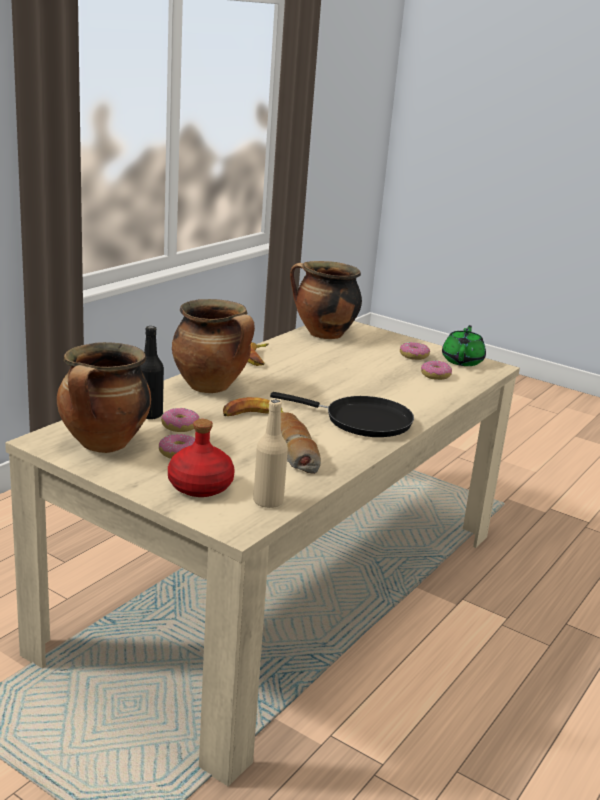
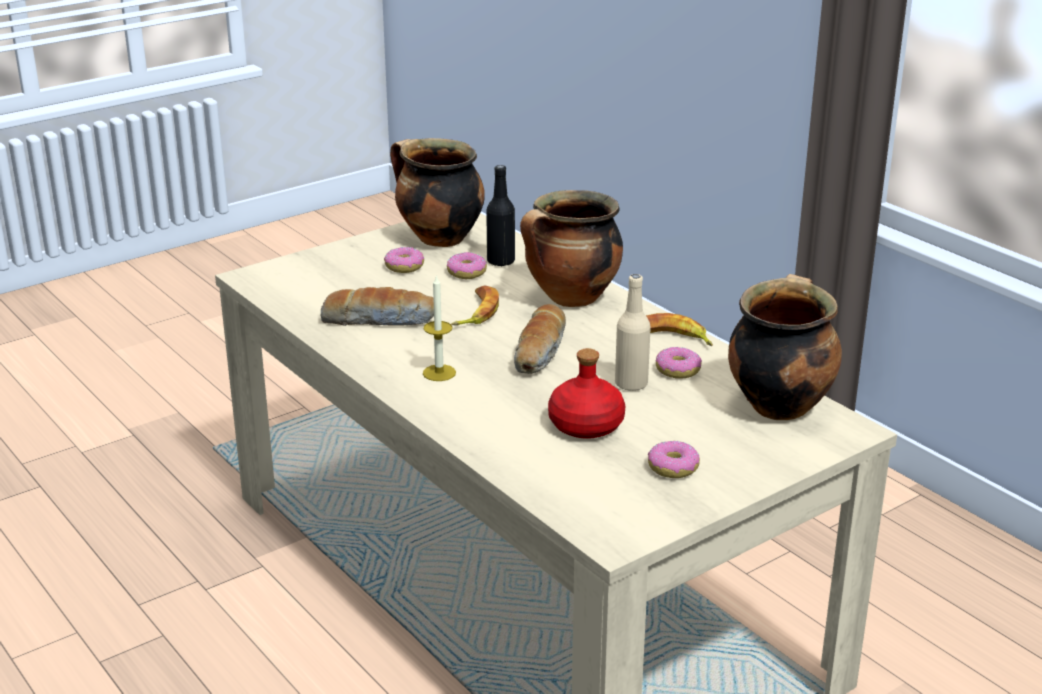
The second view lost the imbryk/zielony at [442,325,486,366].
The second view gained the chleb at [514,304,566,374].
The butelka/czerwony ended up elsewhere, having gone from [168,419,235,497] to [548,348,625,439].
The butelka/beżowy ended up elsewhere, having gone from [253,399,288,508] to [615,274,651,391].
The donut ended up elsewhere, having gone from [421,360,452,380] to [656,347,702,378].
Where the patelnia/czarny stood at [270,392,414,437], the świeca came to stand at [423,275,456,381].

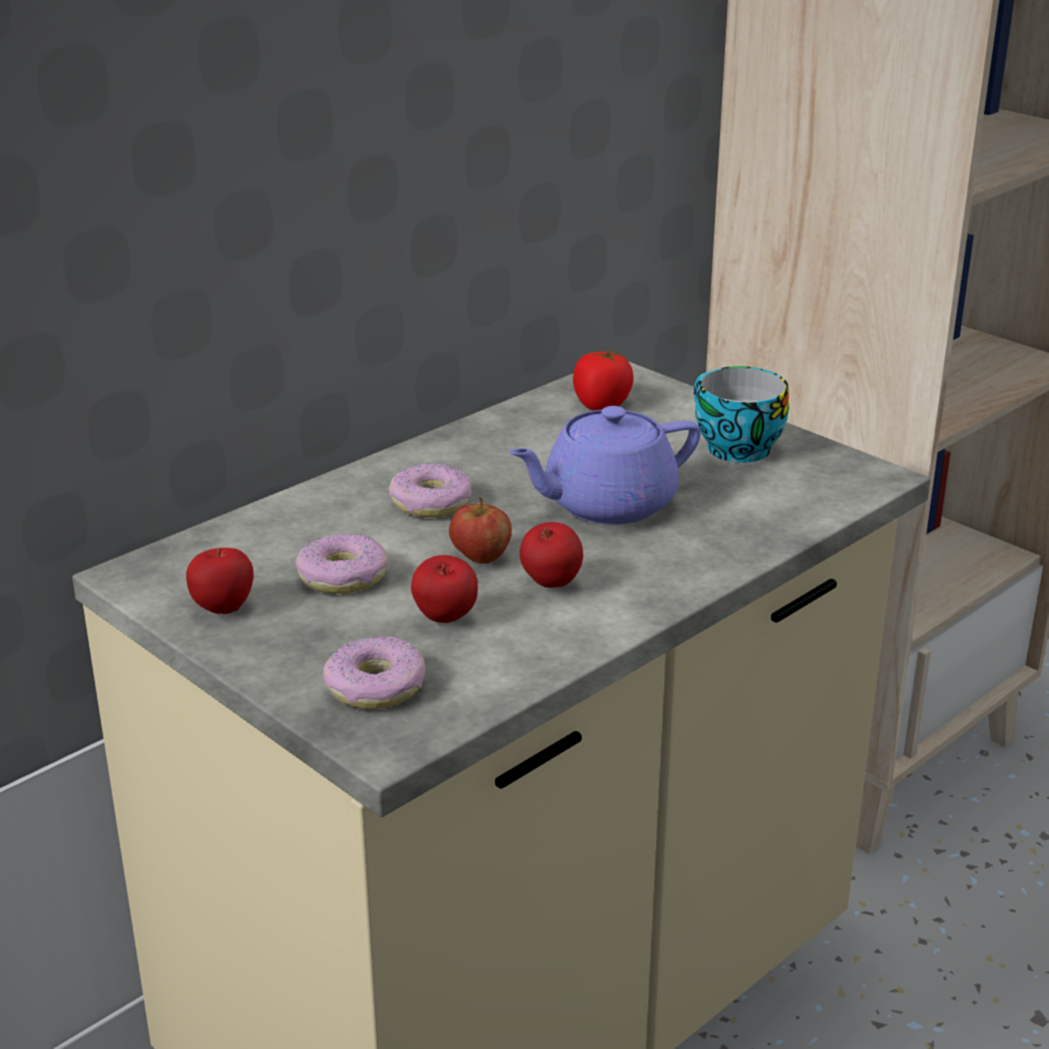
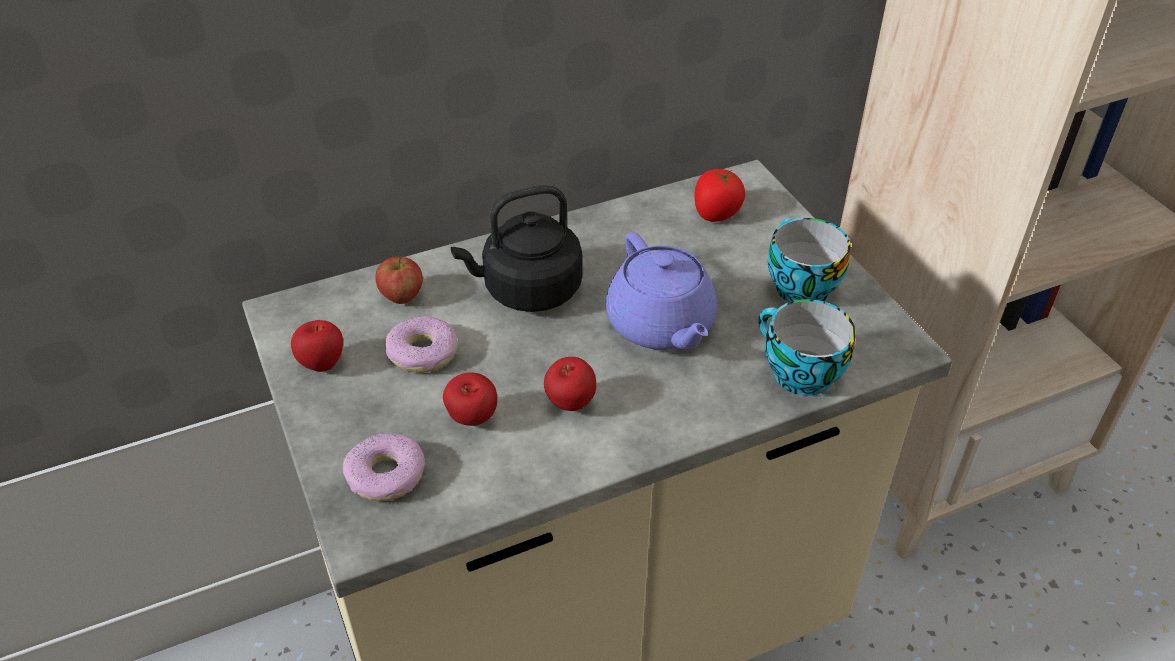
The second view gained the filiżanka at [758,299,856,396].
The jabłko ended up elsewhere, having gone from [449,497,512,564] to [375,255,423,304].
Where the donut stood at [389,463,472,518], the czajnik/czarny came to stand at [451,185,583,312].
The imbryk/fioletowy at [508,406,701,525] ended up facing another way, 105 degrees counterclockwise from before.

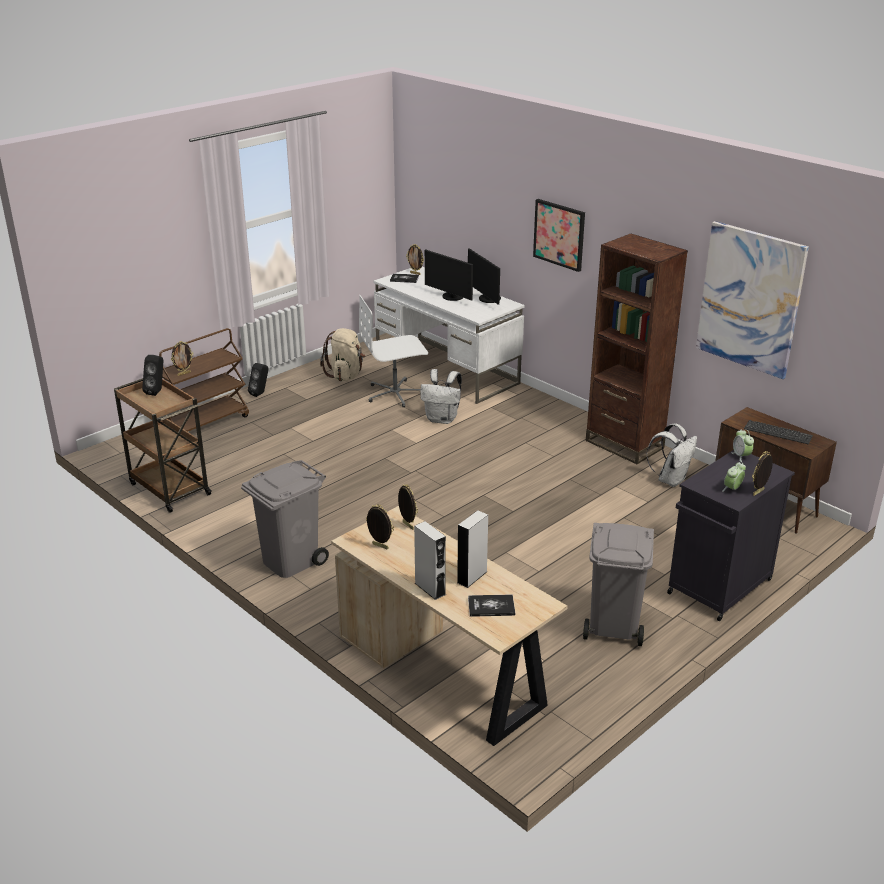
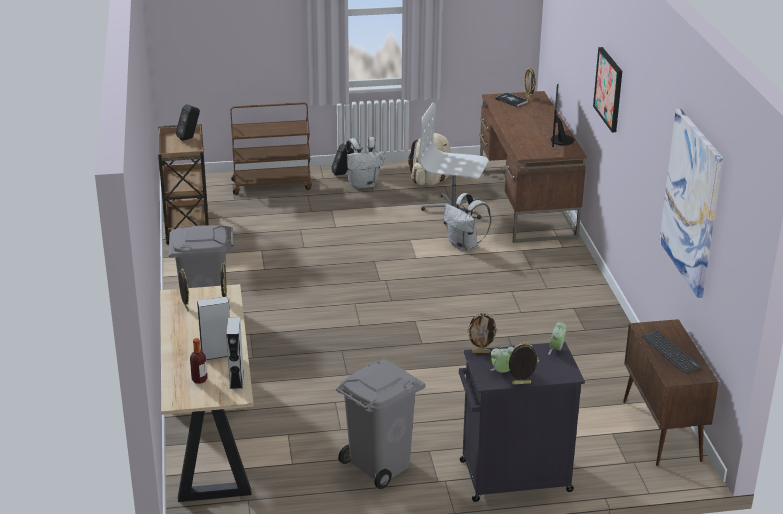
The second view lost the monitor at [425,249,473,301].
The second view lost the regał/brązowy at [586,233,688,464].
The ramka na zdjęcie ended up elsewhere, having gone from [171,341,193,376] to [467,312,498,353].
The głośnik/szary ended up elsewhere, having gone from [414,521,446,600] to [226,317,244,389].
The plecak/biały ended up elsewhere, having gone from [647,423,697,487] to [346,137,385,189].
Where the książka stood at [468,594,515,617], the butelka came to stand at [190,338,207,384].
What was the biurko/biały at [374,267,525,404] turned into the biurko/brązowy at [479,91,587,243].

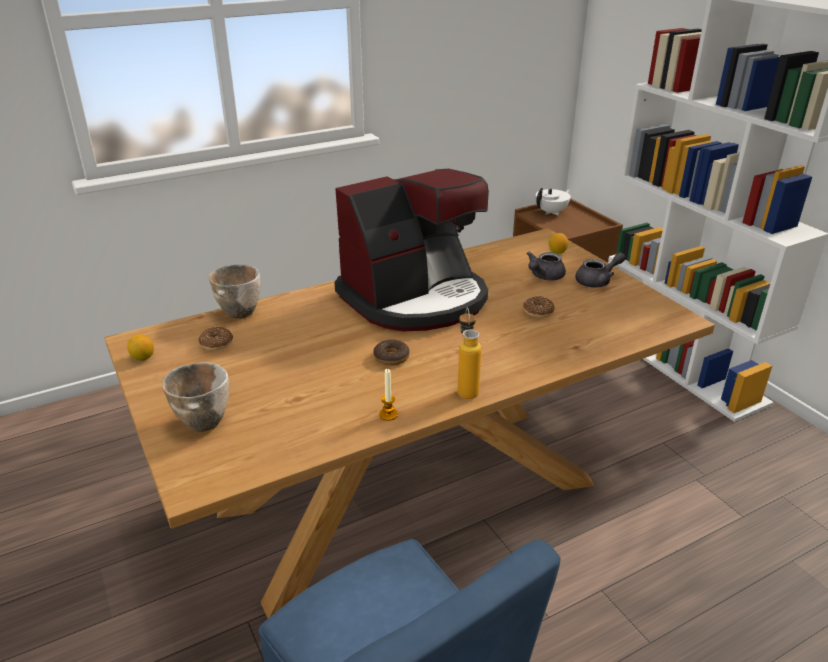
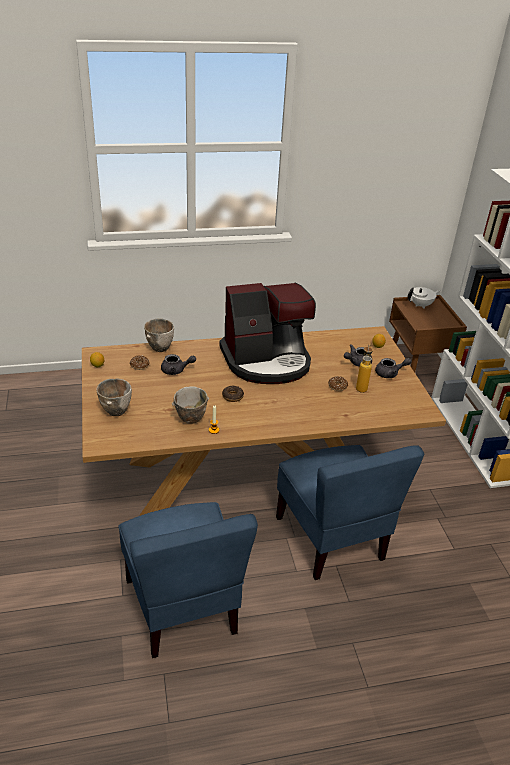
The second view gained the imbryk/szary at [161,354,196,375].
The second view gained the miska at [172,386,209,424].
The second view gained the krzesło/niebieski at [276,445,424,580].
The butelka ended up elsewhere, having gone from [457,308,481,399] to [356,346,373,393].

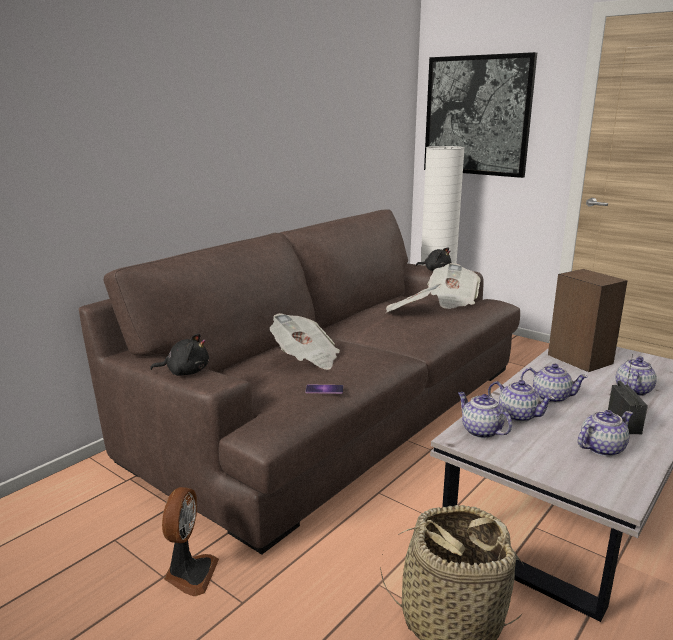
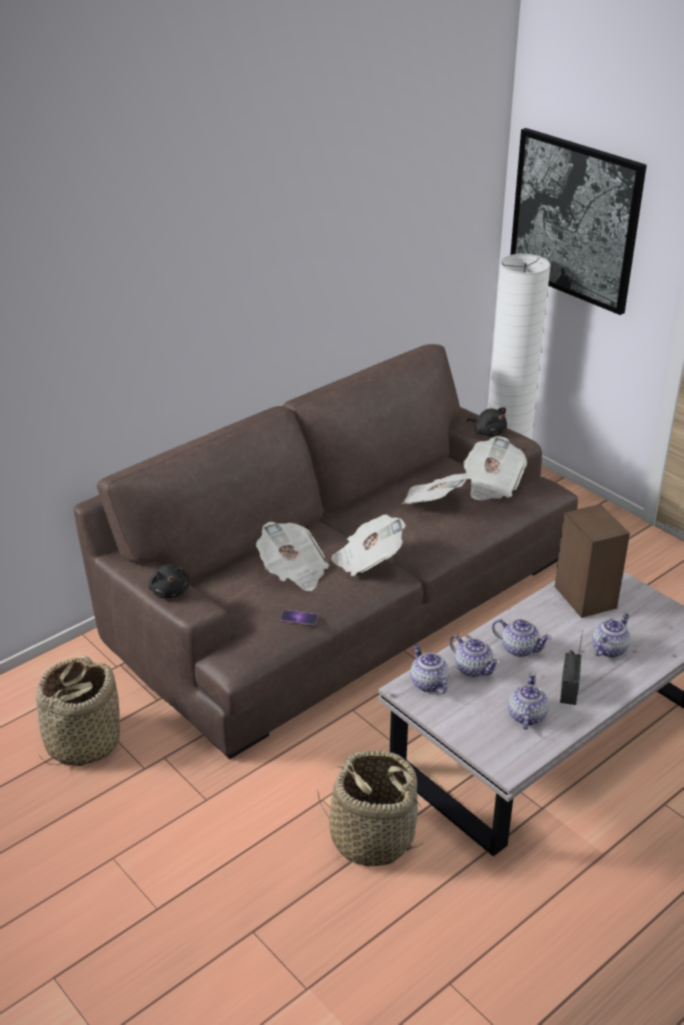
The second view lost the wentylator at [162,487,219,596].
The second view gained the koszyk at [36,656,120,766].
The second view gained the gazeta at [331,515,406,576].
The pluszak/czarny at [150,333,209,376] ended up facing another way, 60 degrees clockwise from before.
The imbryk at [578,410,633,456] ended up facing another way, 60 degrees counterclockwise from before.

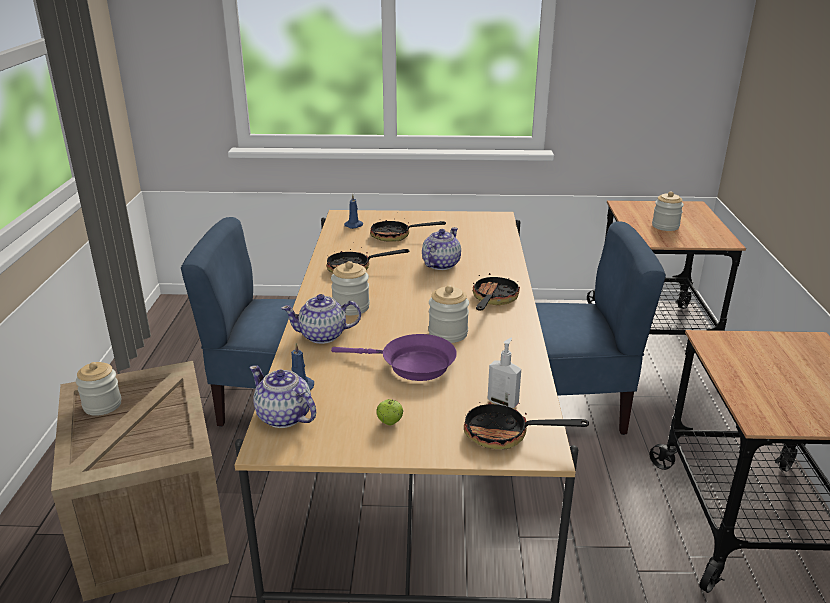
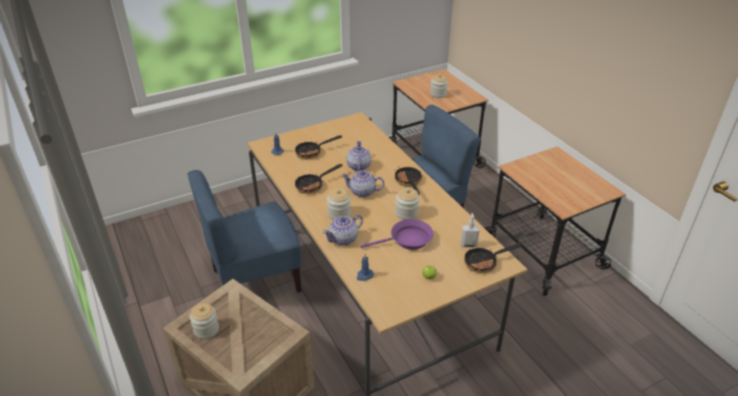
The imbryk ended up elsewhere, having gone from [249,365,316,428] to [341,170,385,197].

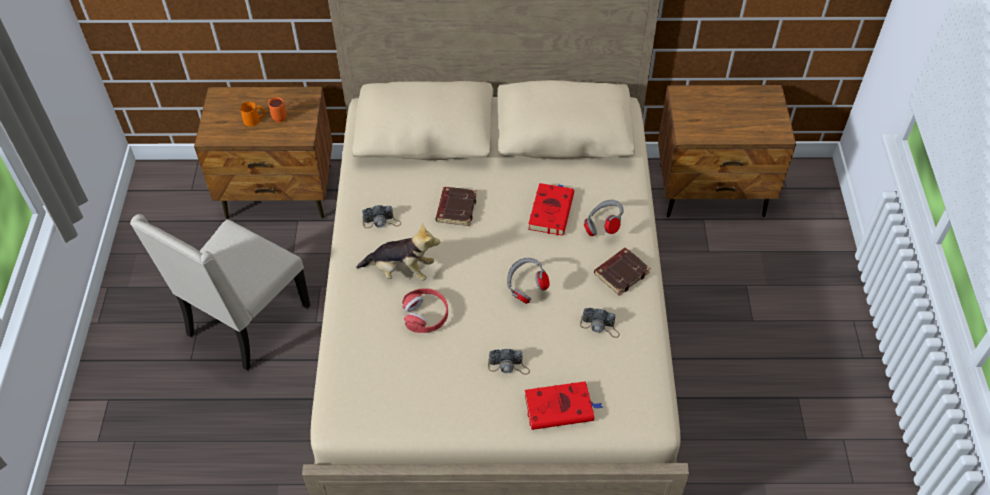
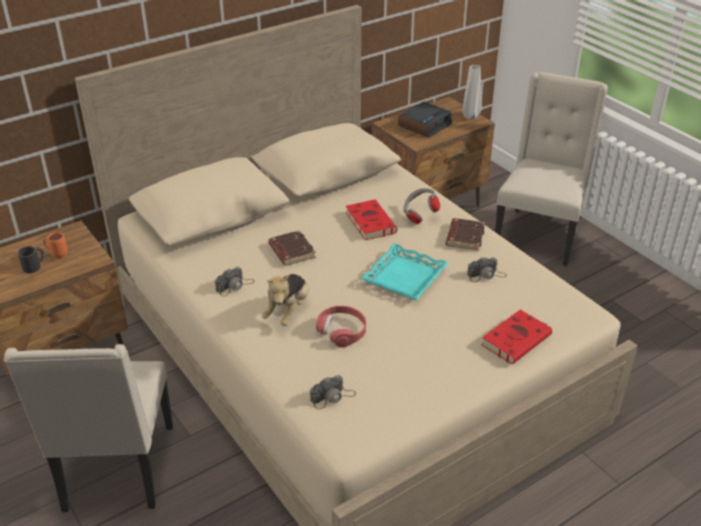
The second view gained the budzik at [398,102,452,138].
The second view gained the wazon/szary at [463,65,482,120].
The second view gained the krzesło/beżowy at [495,72,608,266].
The aparat fotograficzny ended up elsewhere, having gone from [488,349,530,375] to [310,375,356,410].
Where the słuchawki/szary stood at [507,258,549,304], the taca/turkusowy came to stand at [361,243,449,300].
What was the kubek/pomarańczowy at [240,101,265,126] turned into the kubek/czarny at [18,246,44,273].
The pluszak at [356,223,440,281] ended up facing another way, 135 degrees clockwise from before.

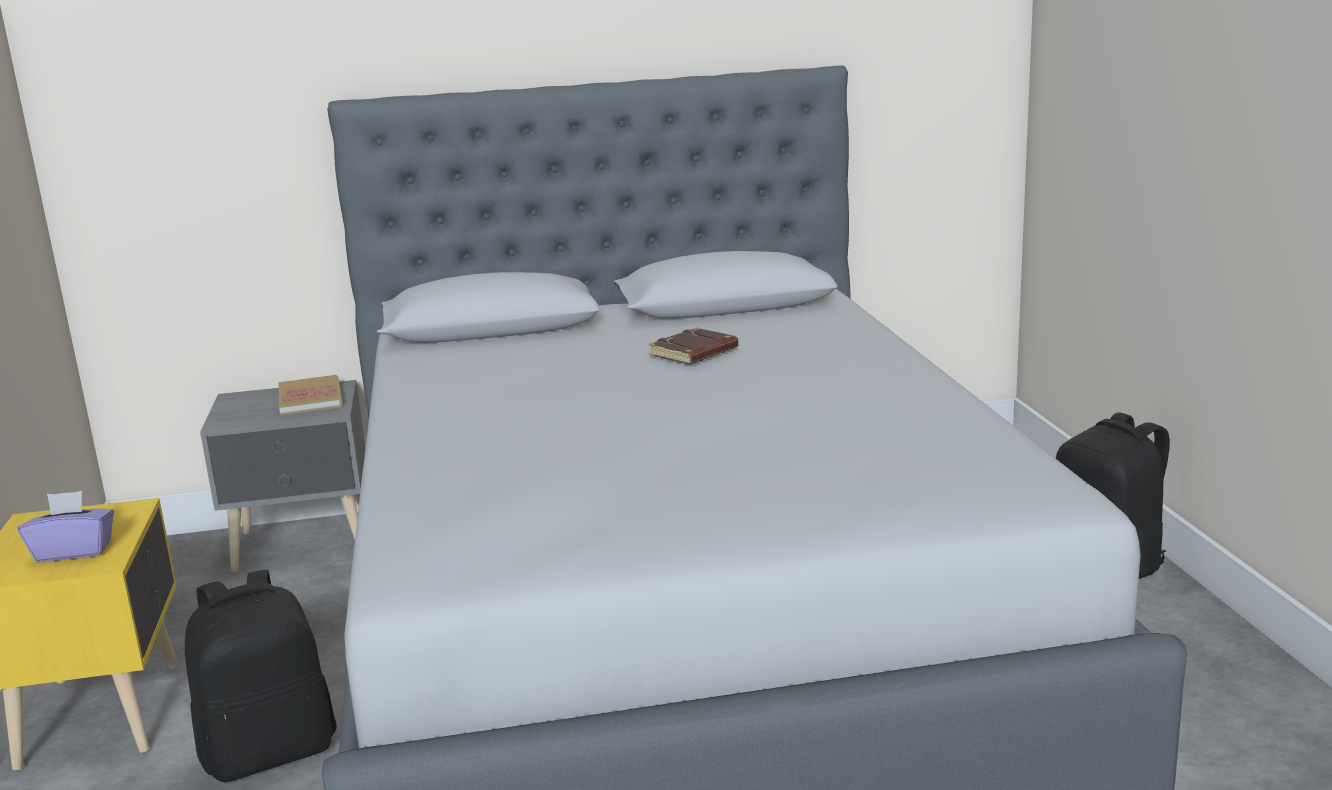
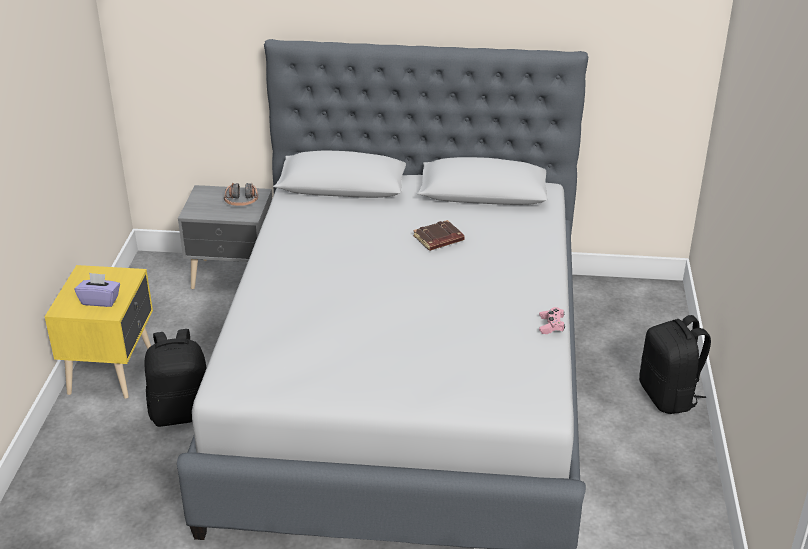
The second view gained the pad do gier/różowy at [539,307,565,334].
Where the książka stood at [279,375,343,416], the słuchawki came to stand at [224,183,258,206].

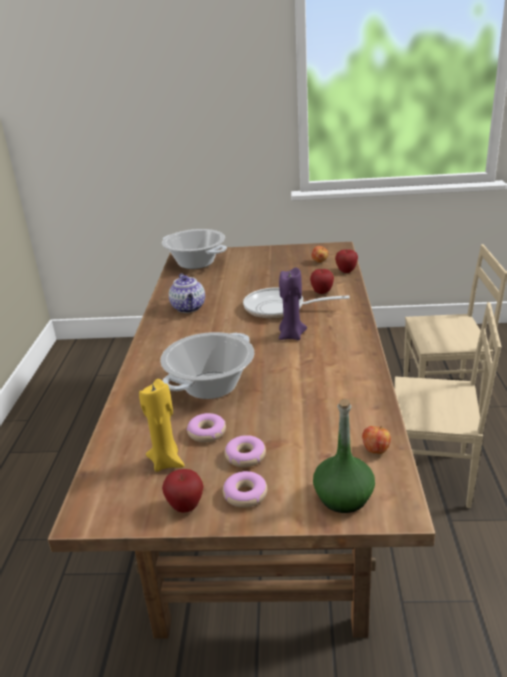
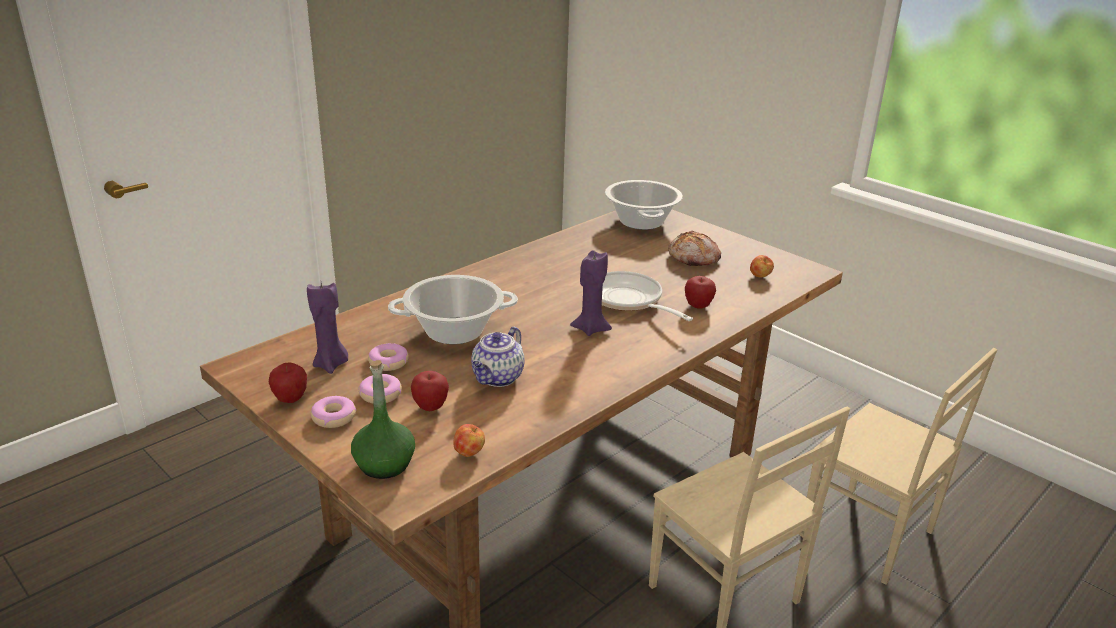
The second view gained the chleb at [668,231,721,266].
The imbryk ended up elsewhere, having gone from [169,273,205,313] to [471,327,525,387].
The jabłko ended up elsewhere, having gone from [335,249,358,273] to [411,371,449,411].
What was the świeca/żółty at [139,379,185,472] turned into the świeca/fioletowy at [307,283,348,374].

